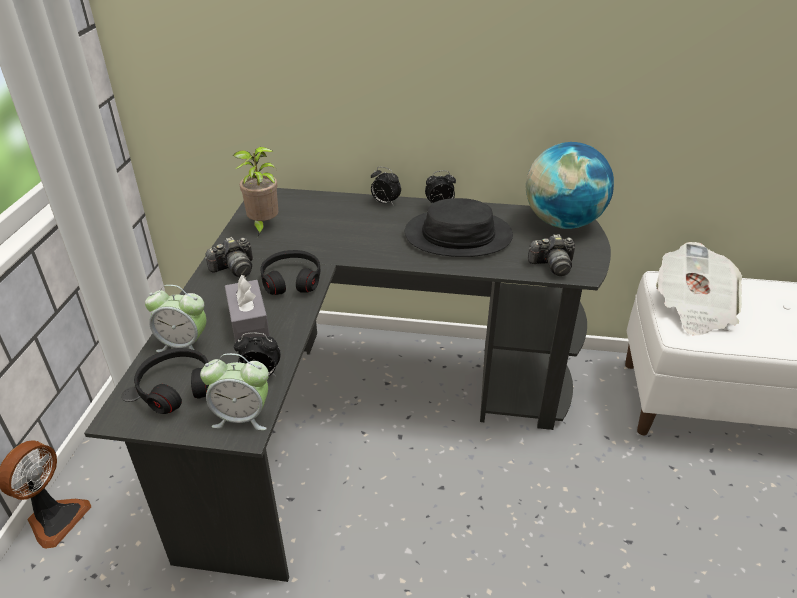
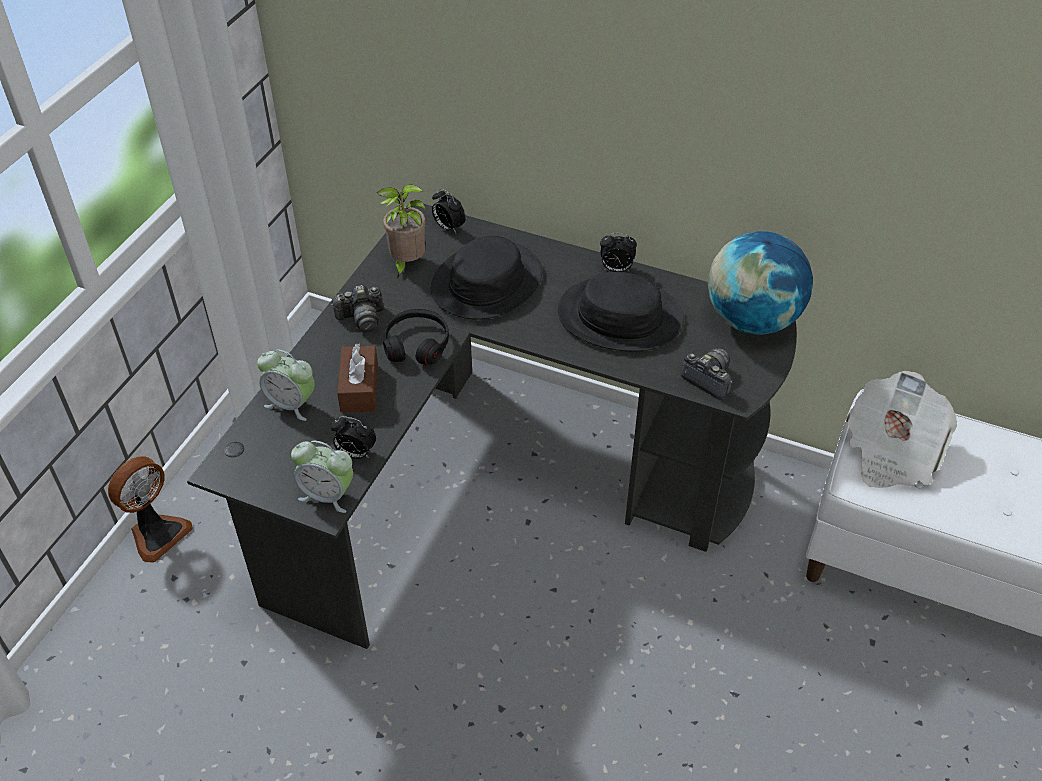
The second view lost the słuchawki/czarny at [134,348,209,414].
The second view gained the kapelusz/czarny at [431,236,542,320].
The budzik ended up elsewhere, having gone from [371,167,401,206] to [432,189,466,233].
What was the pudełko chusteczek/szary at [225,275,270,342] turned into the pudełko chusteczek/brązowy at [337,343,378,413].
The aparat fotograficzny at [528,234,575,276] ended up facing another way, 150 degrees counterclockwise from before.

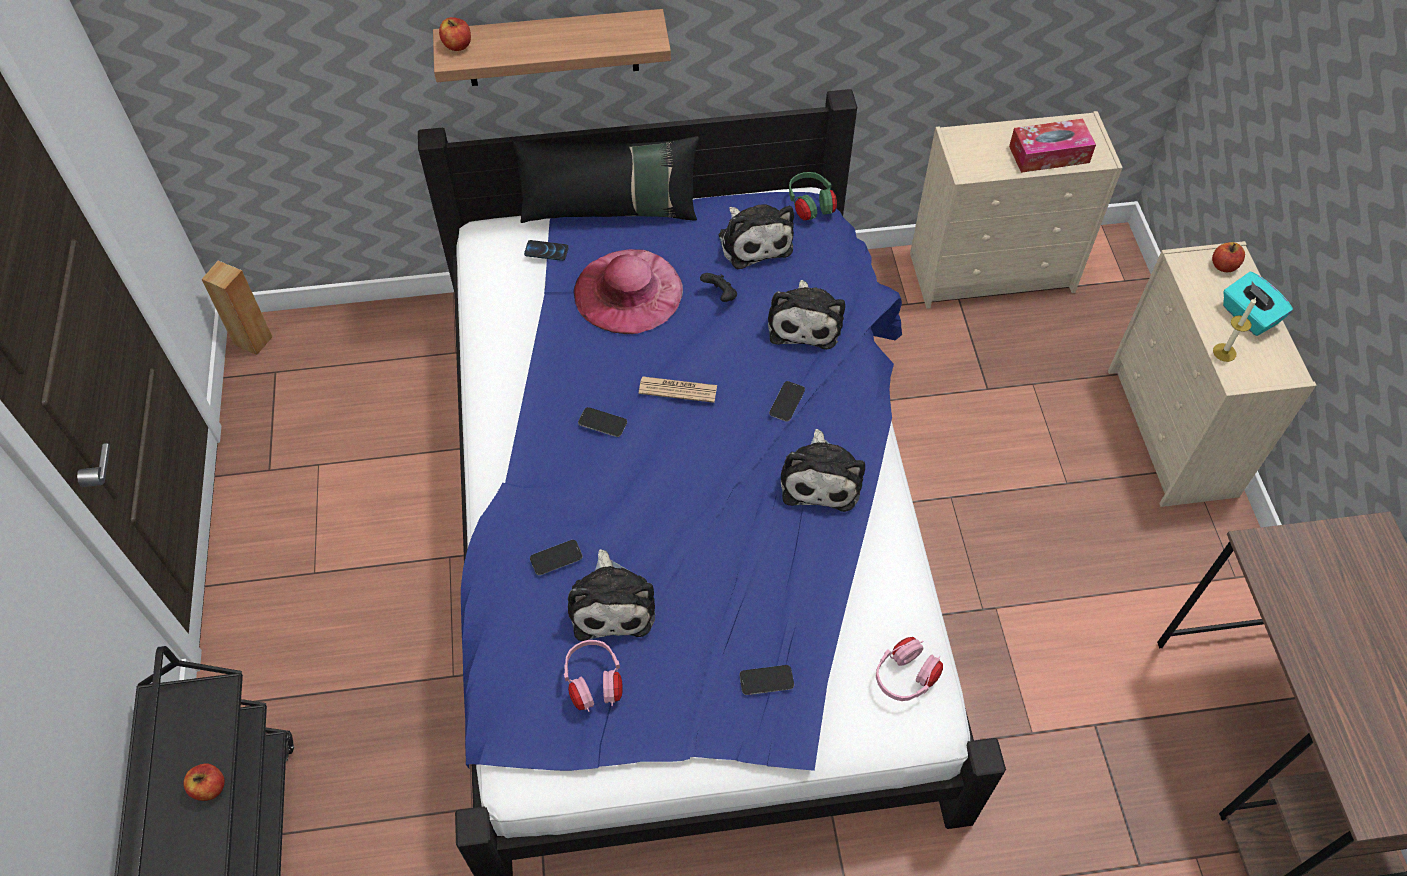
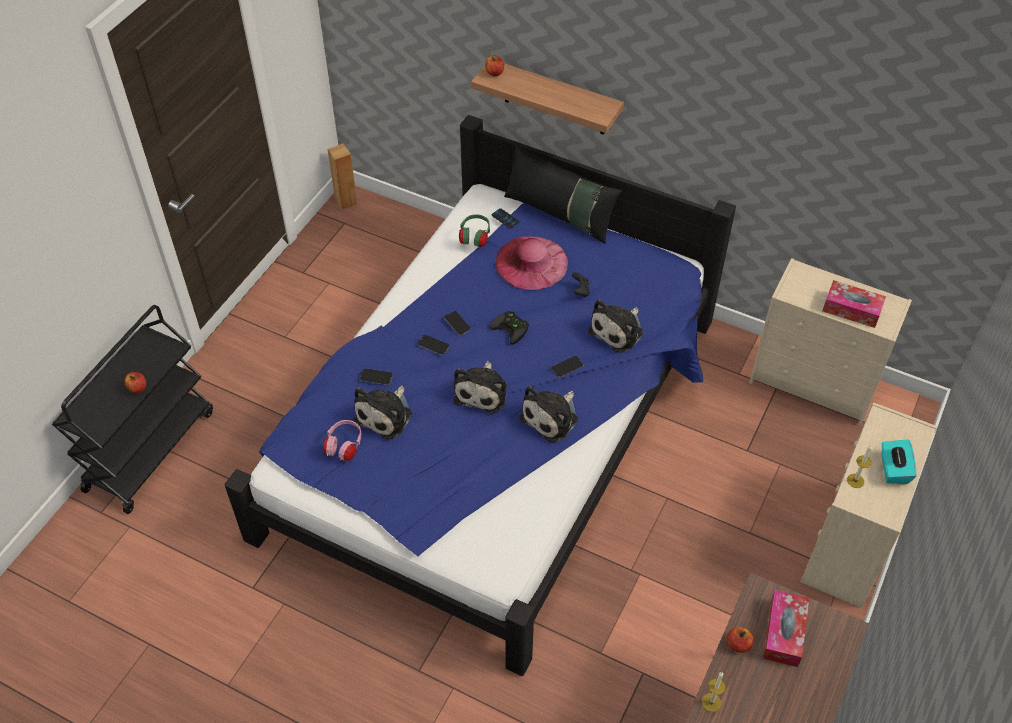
The second view lost the słuchawki/różowy at [876,637,943,701].
The second view gained the świeca at [702,672,726,712].
The second view gained the pudełko chusteczek at [762,590,810,667].
The pluszak ended up elsewhere, having gone from [718,204,794,269] to [453,361,508,414].
The telefon ended up elsewhere, having gone from [739,665,794,695] to [417,335,449,355].
The słuchawki/zielony ended up elsewhere, having gone from [789,172,837,220] to [459,214,490,247].
The jabłko ended up elsewhere, having gone from [1212,242,1245,272] to [727,627,754,653].
Where the gazeta stood at [639,376,717,403], the pad do gier/czarny came to stand at [490,311,529,344].

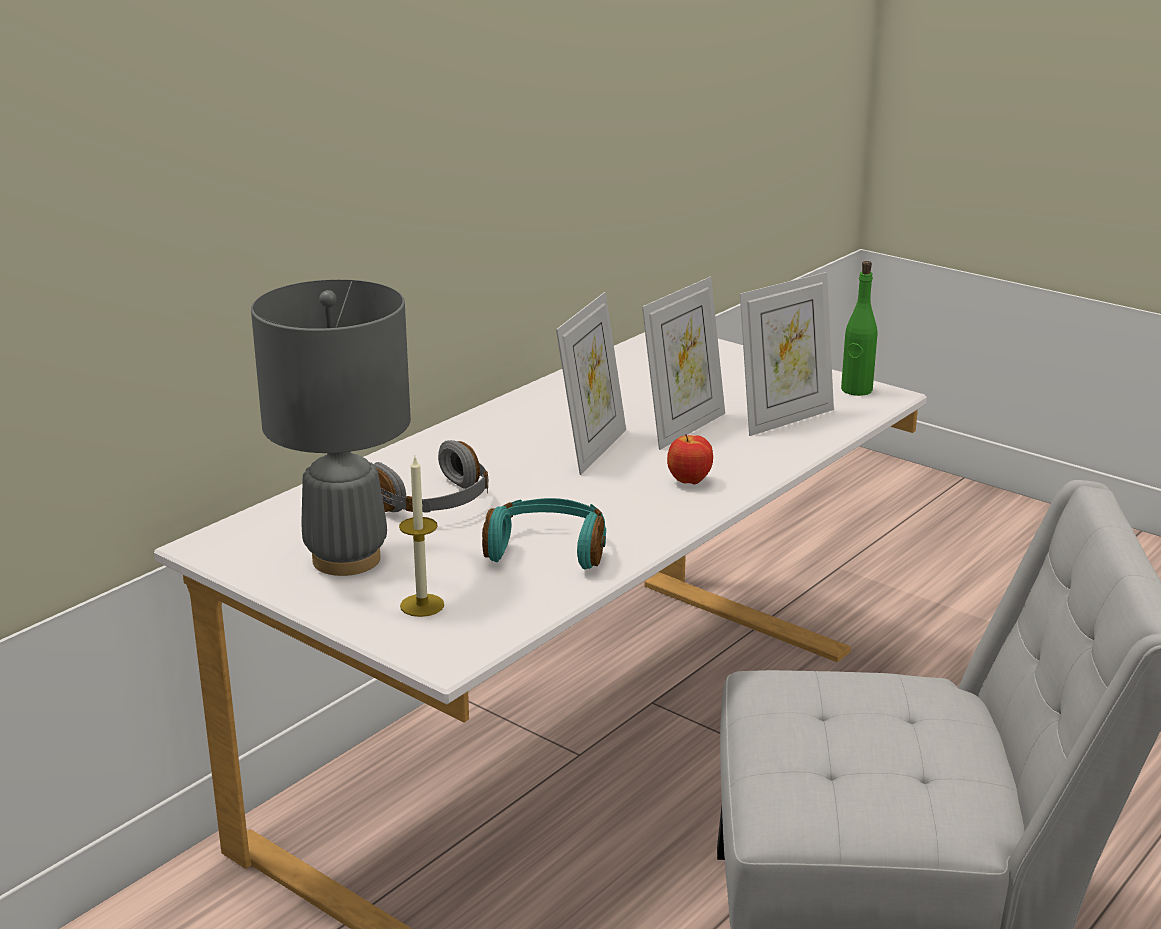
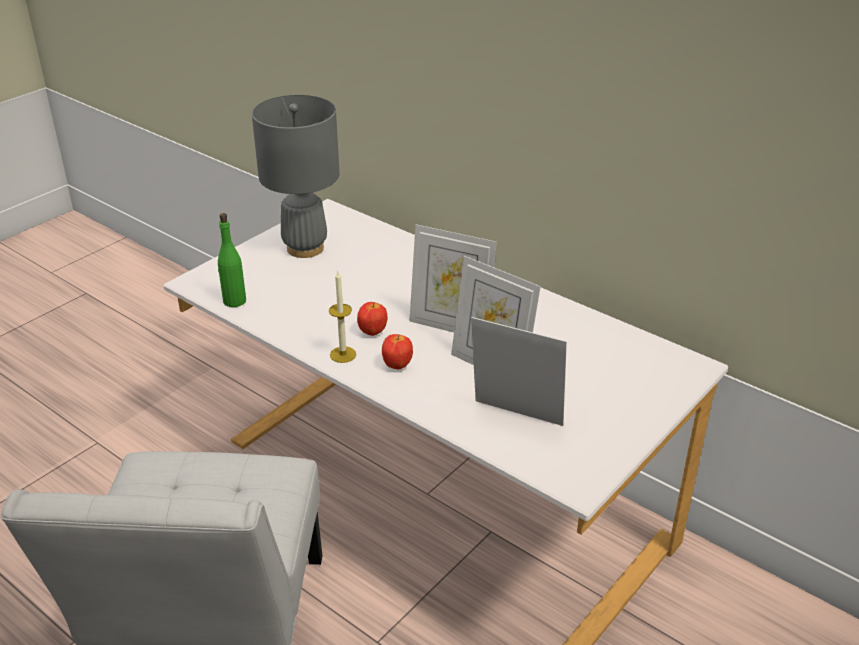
The second view lost the słuchawki/szary at [373,440,489,512].
The second view lost the słuchawki/turkusowy at [482,498,606,569].
The second view gained the jabłko at [357,302,388,336].
The świeca ended up elsewhere, having gone from [399,457,444,617] to [329,271,356,363].
The butelka/zielony ended up elsewhere, having gone from [841,261,877,396] to [218,213,246,307].
The ramka na zdjęcie at [740,272,834,436] ended up facing another way, 150 degrees clockwise from before.

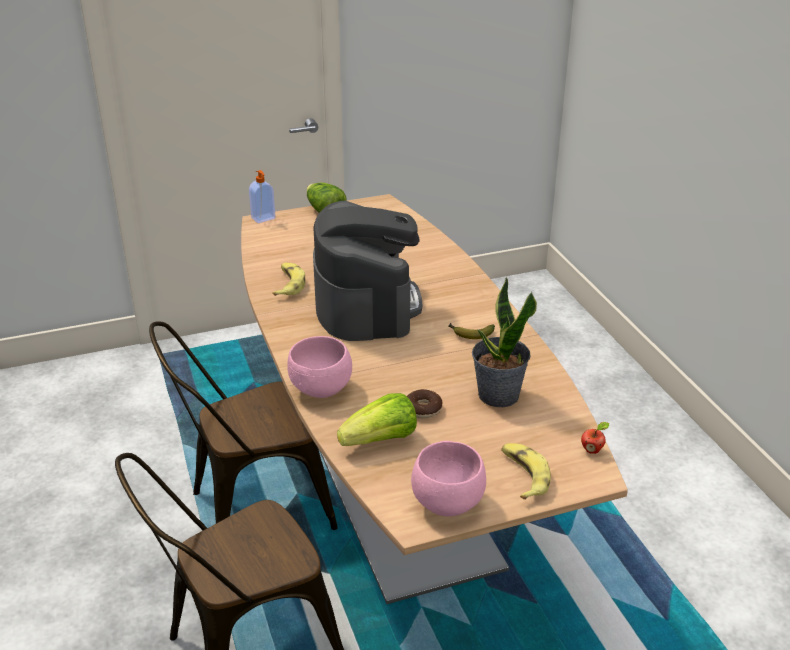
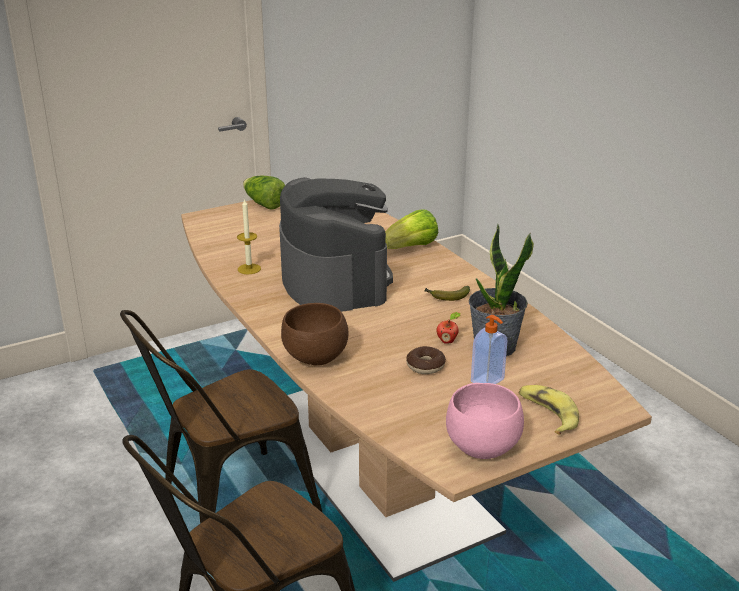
The dozownik mydła ended up elsewhere, having gone from [249,170,275,223] to [471,315,508,384].
The sałata ended up elsewhere, having gone from [337,393,417,446] to [385,209,438,249].
The jabłko ended up elsewhere, having gone from [581,422,609,454] to [436,312,460,344].
Where the banan stood at [272,263,305,296], the świeca came to stand at [237,198,261,274].
What was the miska/różowy at [287,336,352,398] turned into the miska/brązowy at [281,303,348,365].

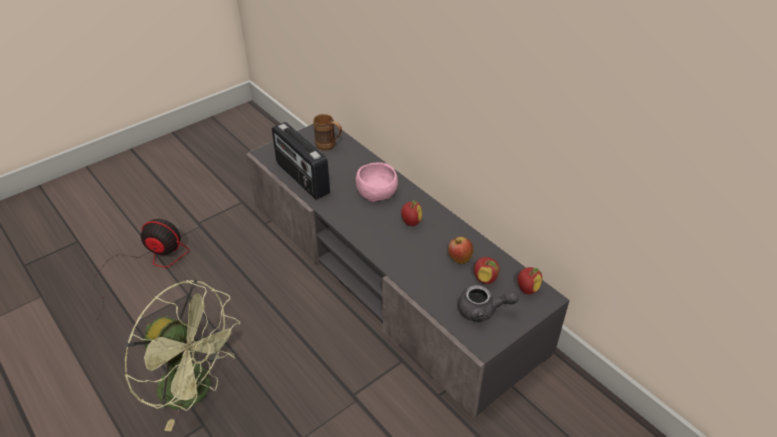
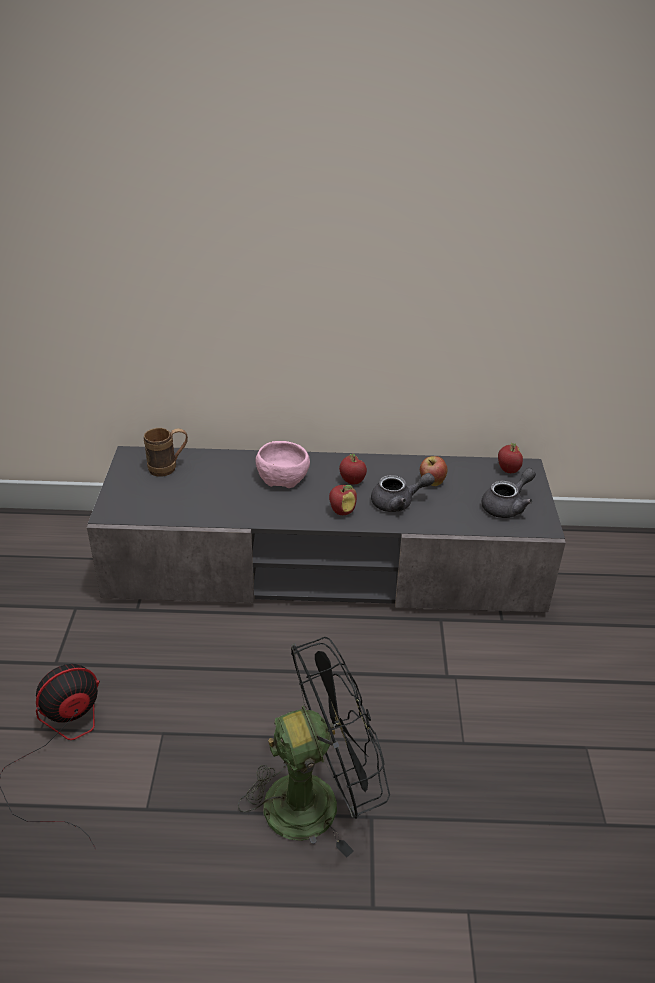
The second view lost the radio at [272,122,330,200].
The second view gained the imbryk/szary at [371,473,435,512].
The jabłko ended up elsewhere, having gone from [474,257,500,284] to [329,485,357,515].
What was the wentylator/zielony at [125,279,240,431] turned into the wentylator/czarny at [238,637,390,857].

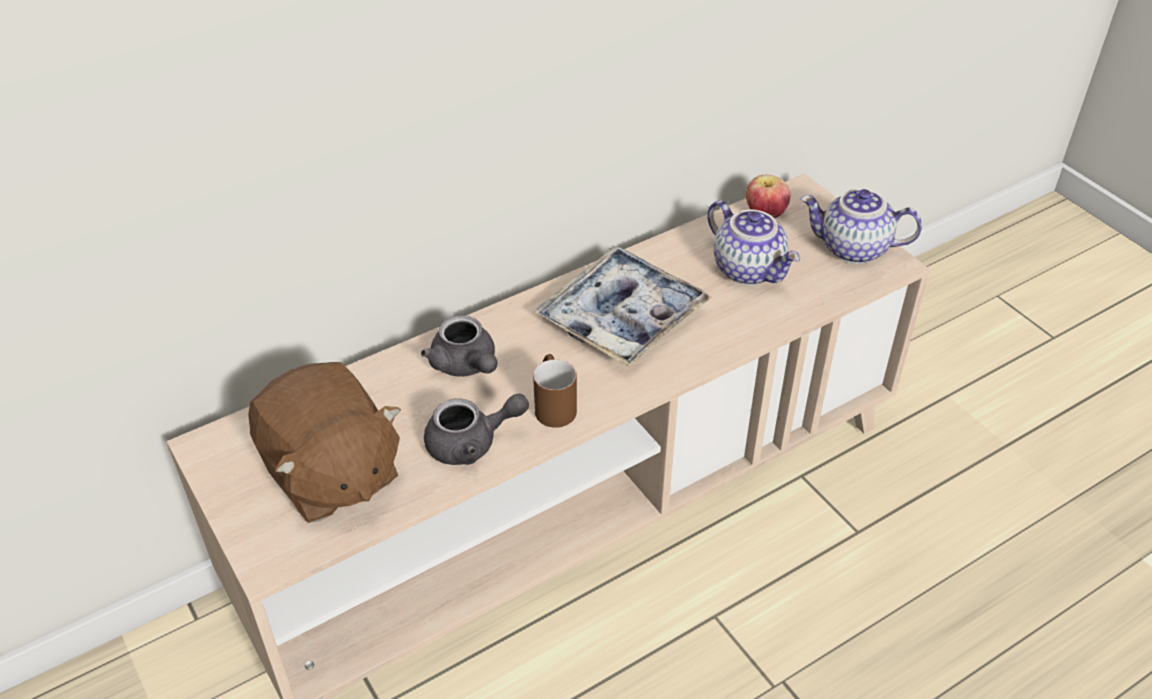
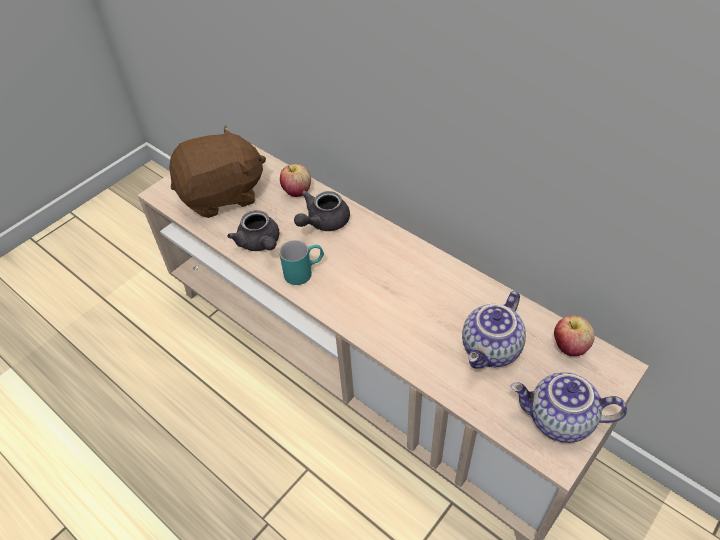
The second view lost the taca at [536,246,712,367].
The second view gained the jabłko at [280,164,311,197].
What was the kubek/brązowy at [533,354,577,428] turned into the kubek/turkusowy at [279,240,324,285].
The pluszak/brązowy at [248,362,401,523] ended up facing another way, 150 degrees counterclockwise from before.
The imbryk at [801,189,922,264] ended up facing another way, 75 degrees counterclockwise from before.

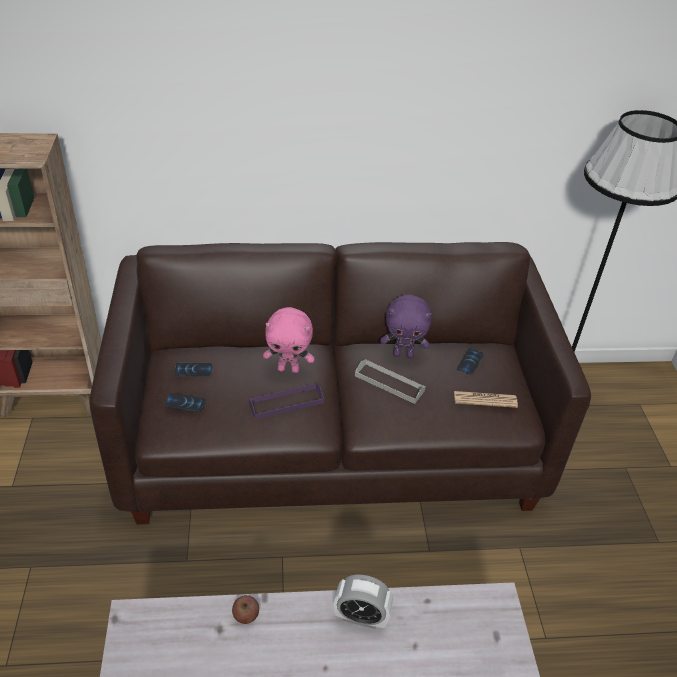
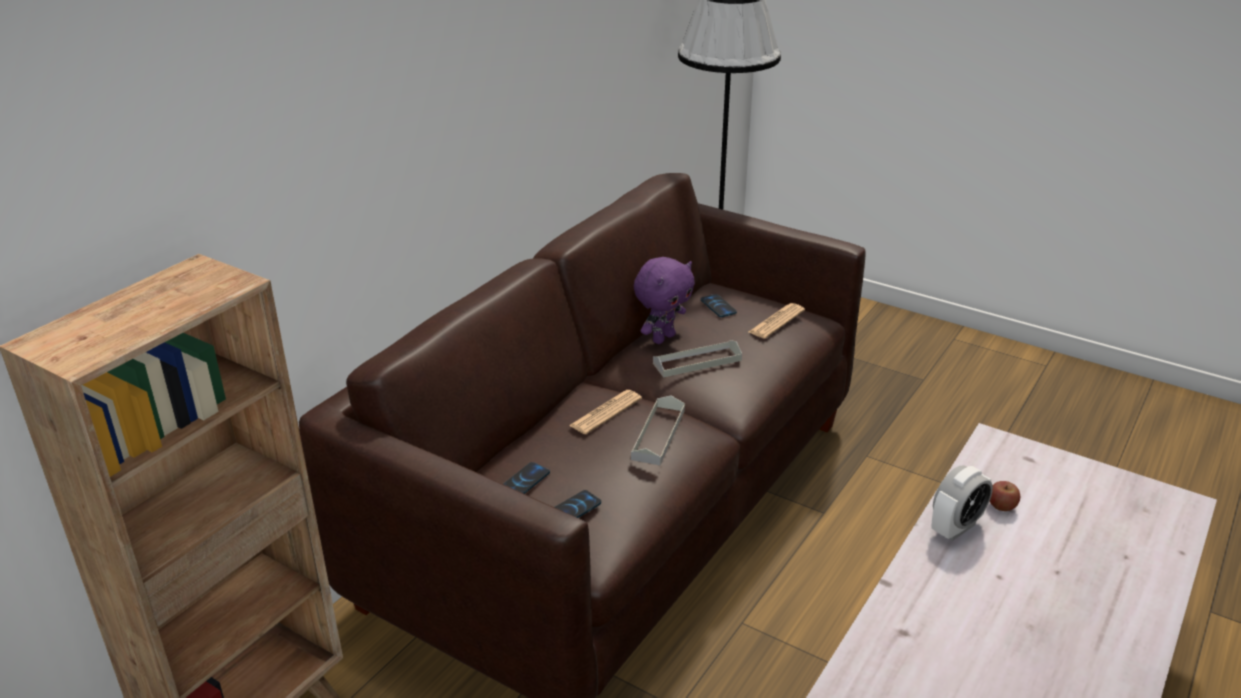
The jabłko ended up elsewhere, having gone from [232,595,259,624] to [990,481,1020,511].
Where the pluszak/różowy stood at [263,307,314,373], the gazeta came to stand at [569,390,642,434].
What was the taca/fioletowy at [249,383,324,419] turned into the taca/szary at [631,395,685,465].

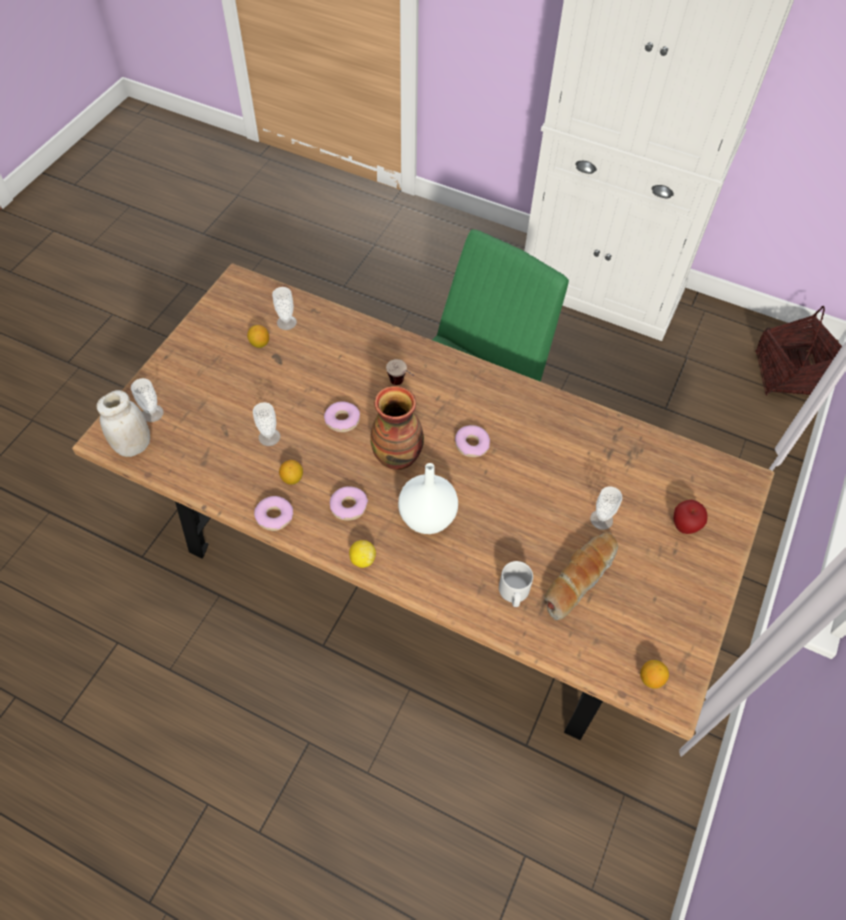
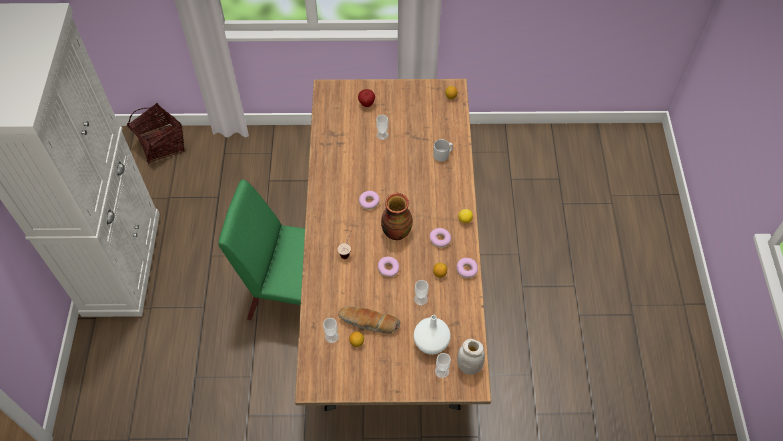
The wazon/biały ended up elsewhere, having gone from [398,463,458,534] to [414,315,451,355].
The chleb ended up elsewhere, having gone from [544,532,618,620] to [338,306,400,334].

